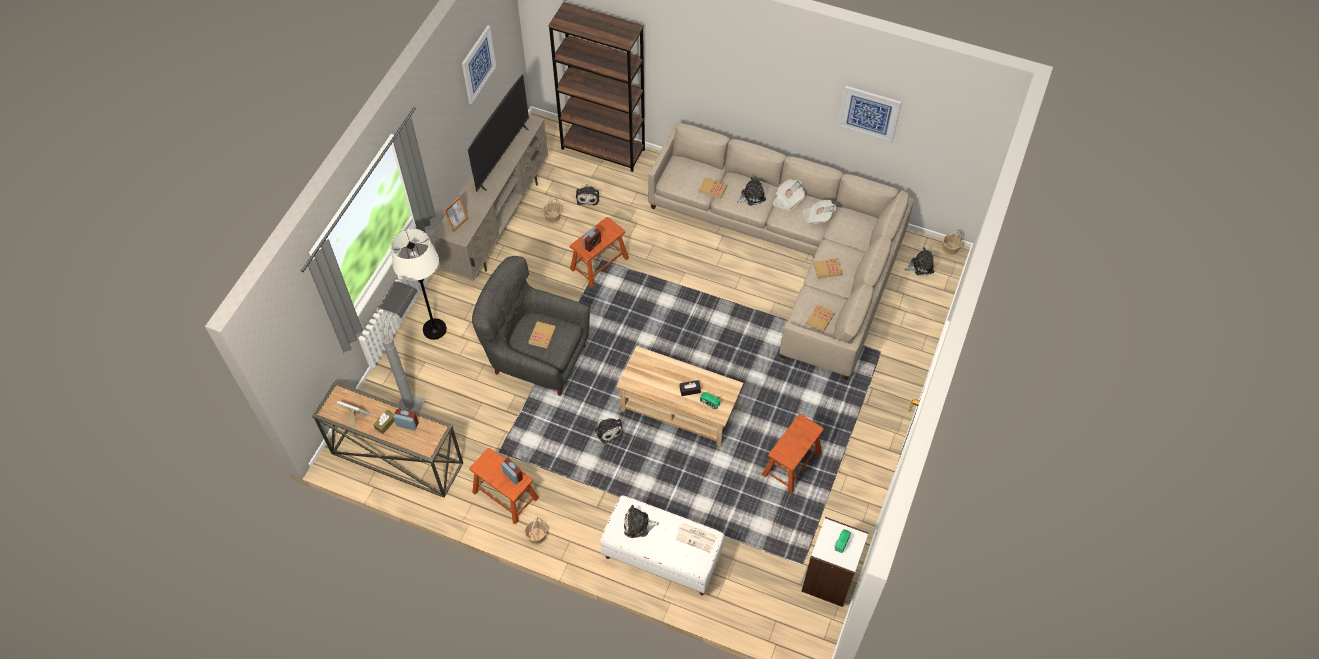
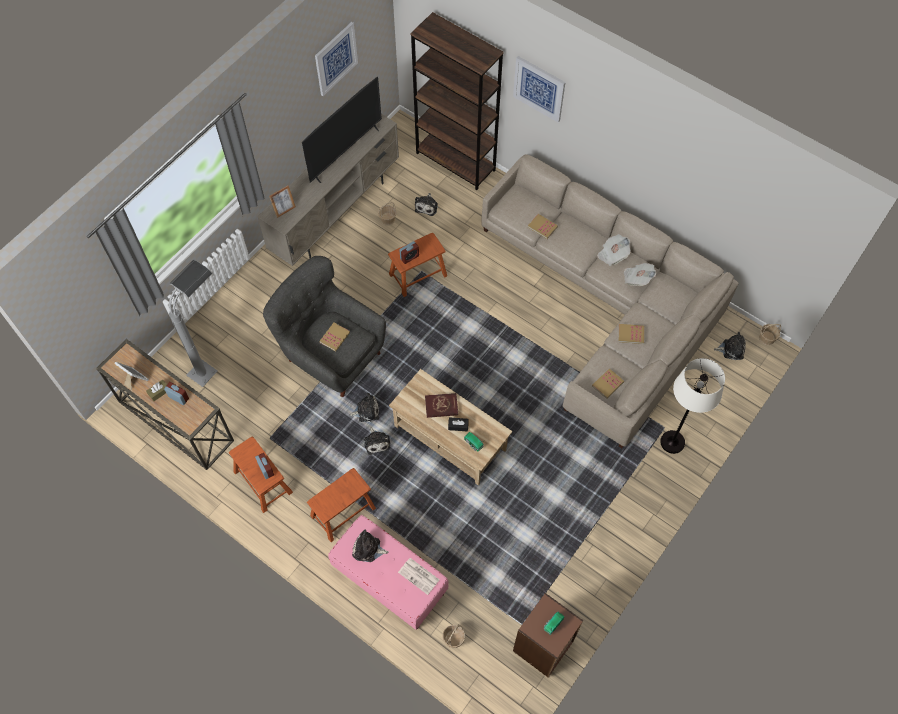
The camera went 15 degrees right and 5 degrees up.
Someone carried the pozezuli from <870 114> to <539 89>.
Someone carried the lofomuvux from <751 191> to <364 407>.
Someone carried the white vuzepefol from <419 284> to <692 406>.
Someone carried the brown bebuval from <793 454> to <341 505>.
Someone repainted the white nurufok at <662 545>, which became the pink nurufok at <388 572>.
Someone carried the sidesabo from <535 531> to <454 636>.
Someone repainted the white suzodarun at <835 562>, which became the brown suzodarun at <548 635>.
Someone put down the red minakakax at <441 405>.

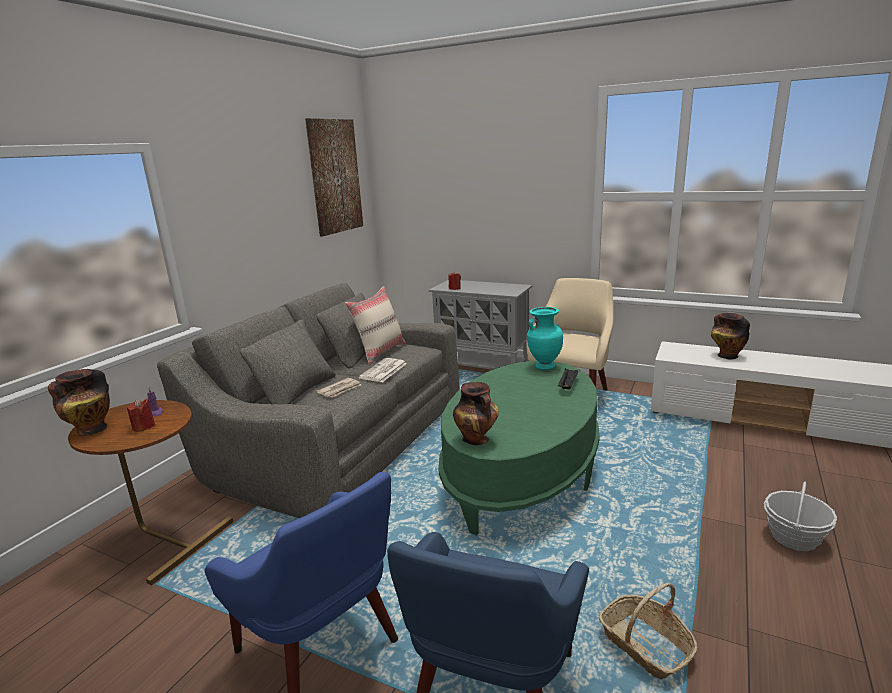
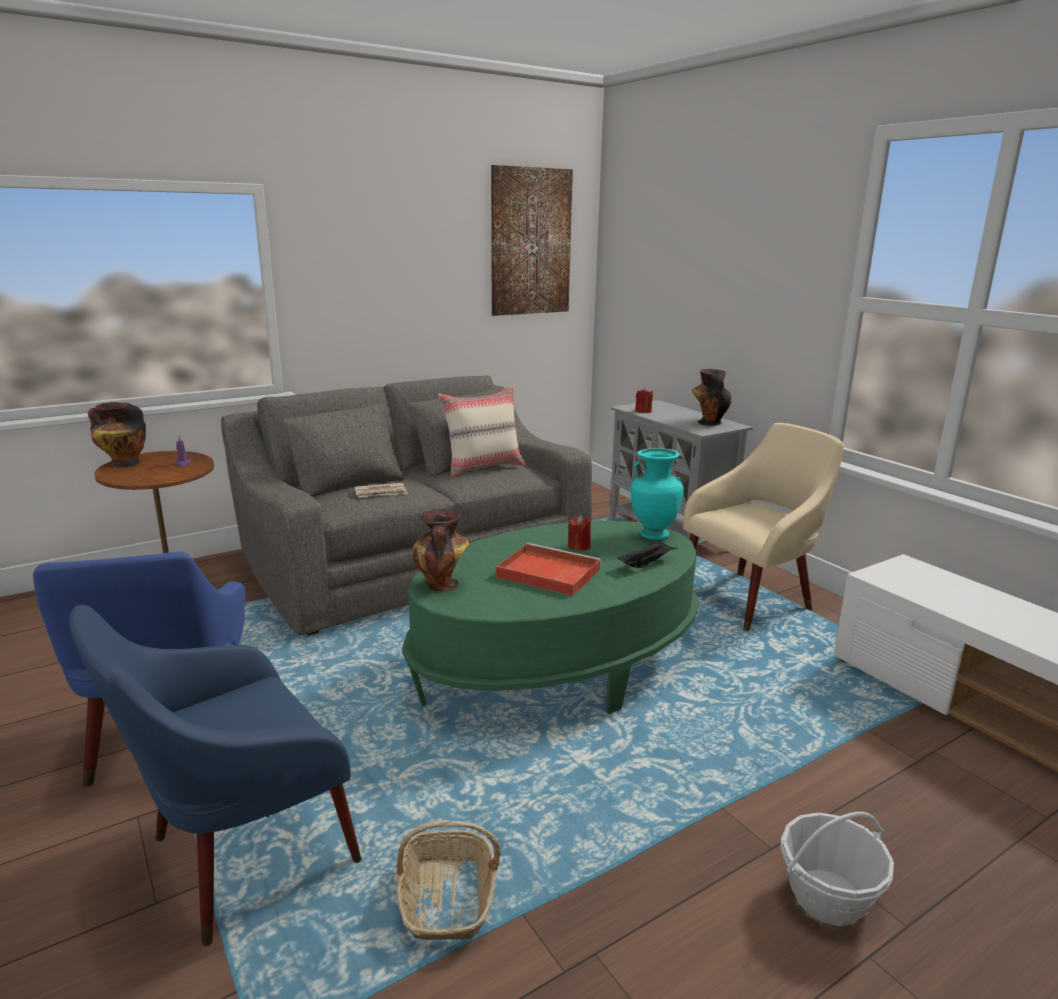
The camera went 30 degrees right and 0 degrees up.
Someone carried the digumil from <730 336> to <711 397>.
Someone took away the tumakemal at <383 370>.
Someone carried the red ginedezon from <141 415> to <579 533>.
Someone put down the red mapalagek at <548 569>.

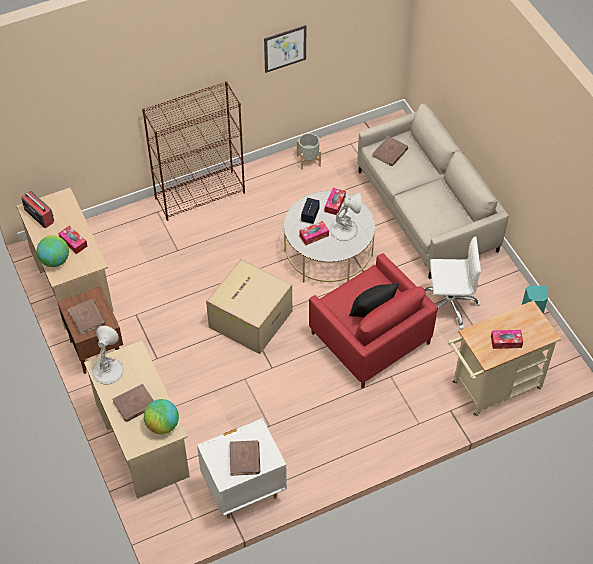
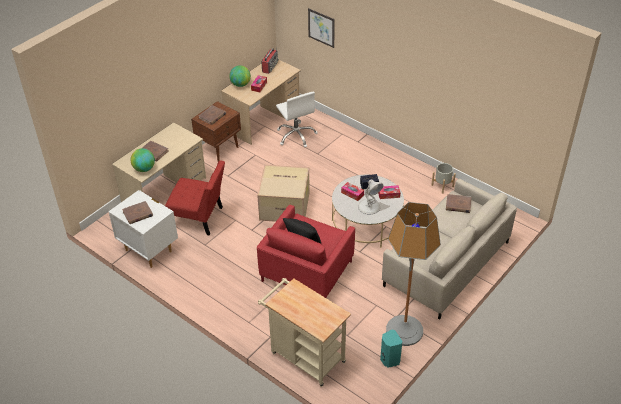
The camera went 65 degrees right and 10 degrees down.
Someone carried the pozezuli from <285 49> to <321 28>.
Someone took away the brown suzodarun at <193 151>.
Someone carried the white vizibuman from <452 282> to <297 120>.
Someone took away the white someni at <107 355>.
Someone took away the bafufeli at <507 339>.
Someone put down the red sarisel at <195 197>.
Someone put down the vuzepefol at <413 274>.

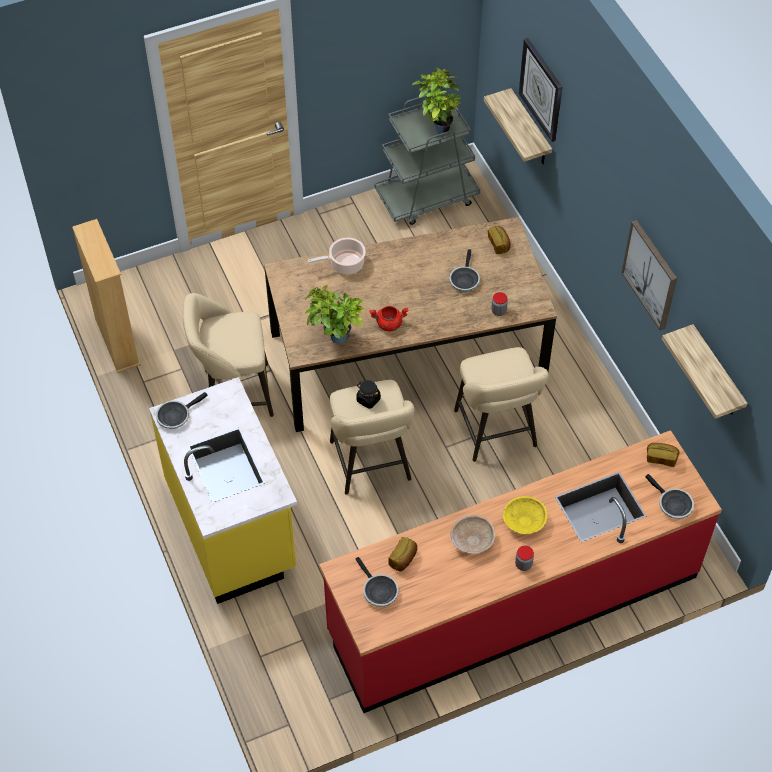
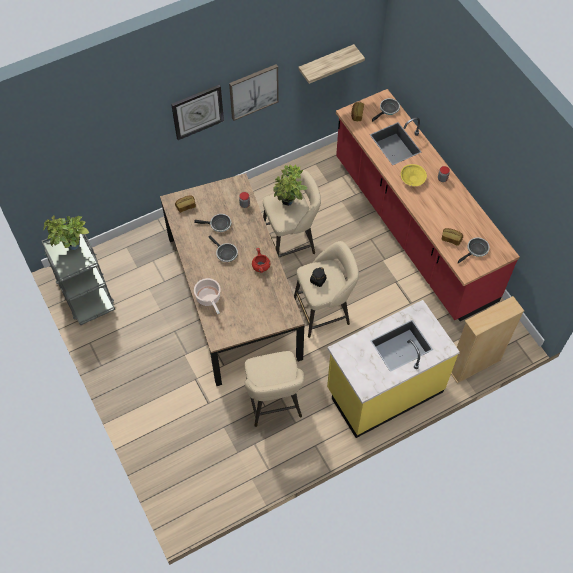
The camera went 95 degrees left and 5 degrees up.
Someone carried the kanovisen from <540 90> to <197 112>.
Someone took away the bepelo at <518 126>.
Someone carried the beige suzodarun from <106 296> to <487 339>.
Someone carried the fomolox from <335 314> to <290 185>.
Someone carried the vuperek from <182 410> to <223 249>.
Someone took away the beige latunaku at <473 534>.

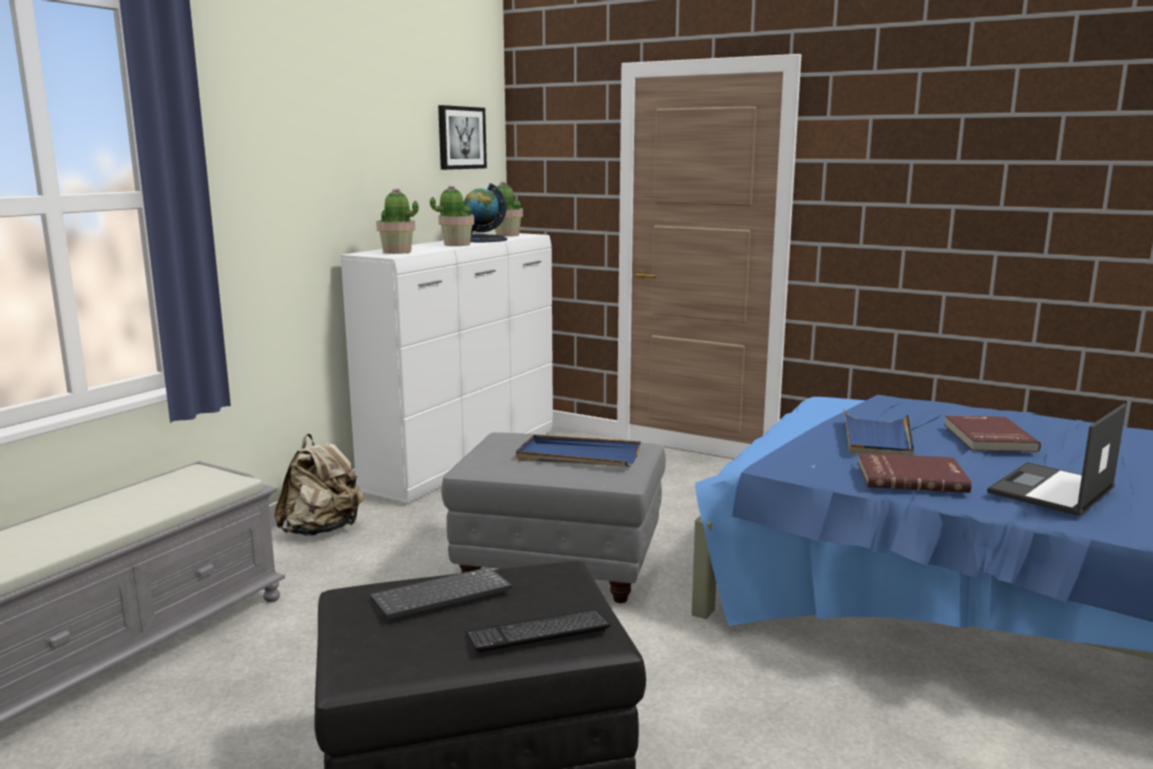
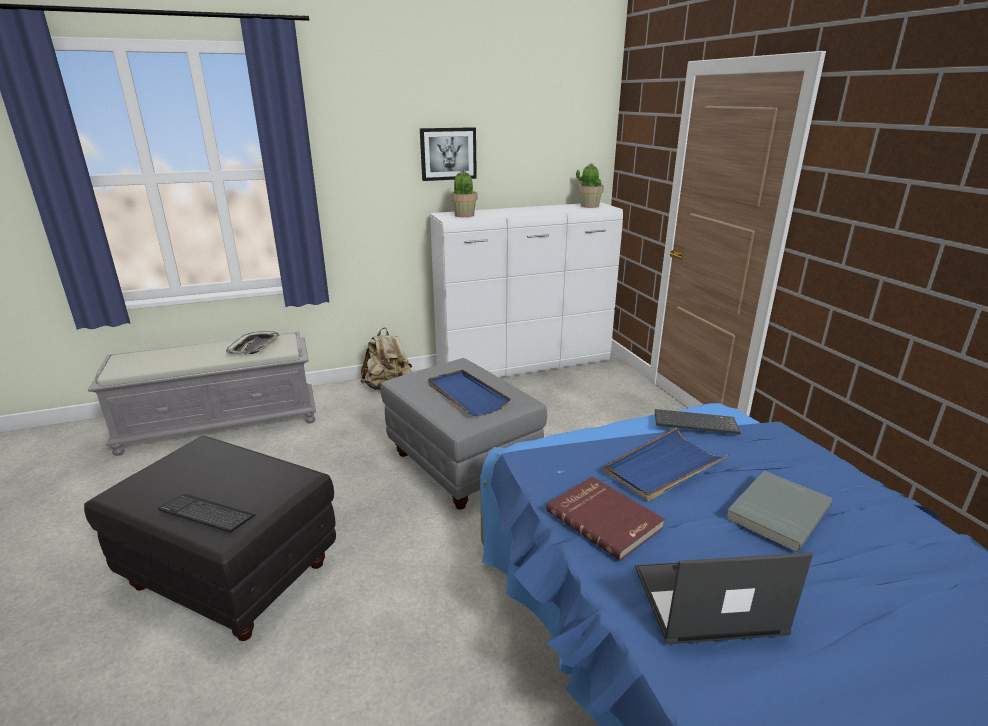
The camera went 40 degrees right and 10 degrees up.
Someone carried the pozezuli from <462 137> to <448 154>.
Someone took away the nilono at <485 212>.
Someone took away the fomolox at <452 216>.
Someone repainted the red minakakax at <992 433>, which became the grey minakakax at <779 511>.
Someone carried the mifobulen from <441 593> to <698 421>.
Someone put down the mapalagek at <252 342>.

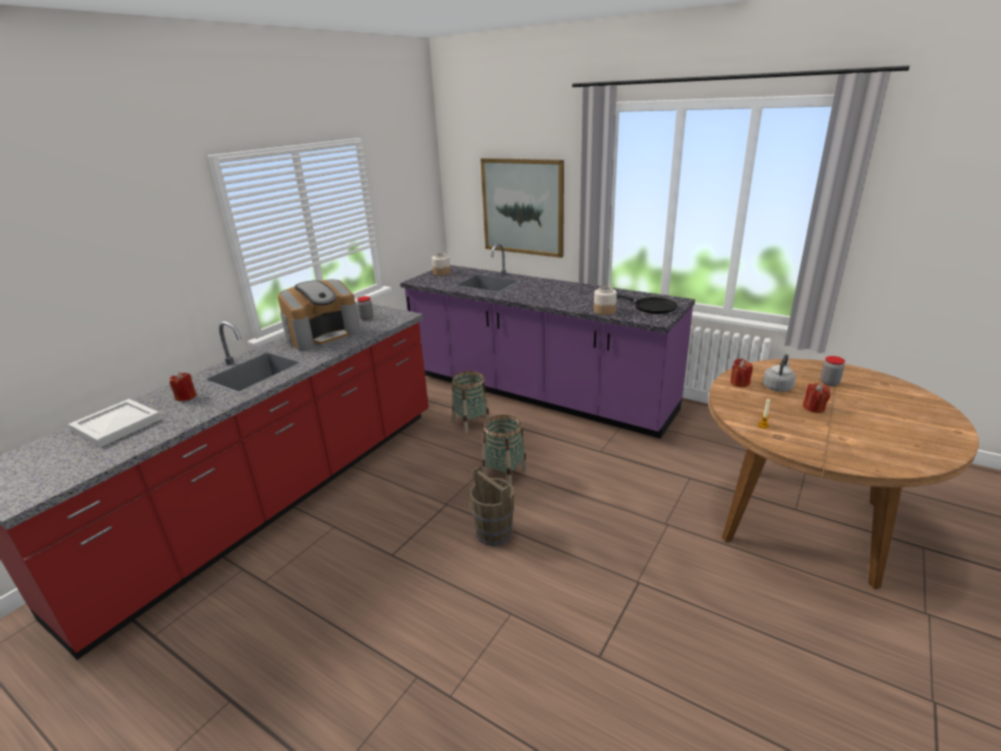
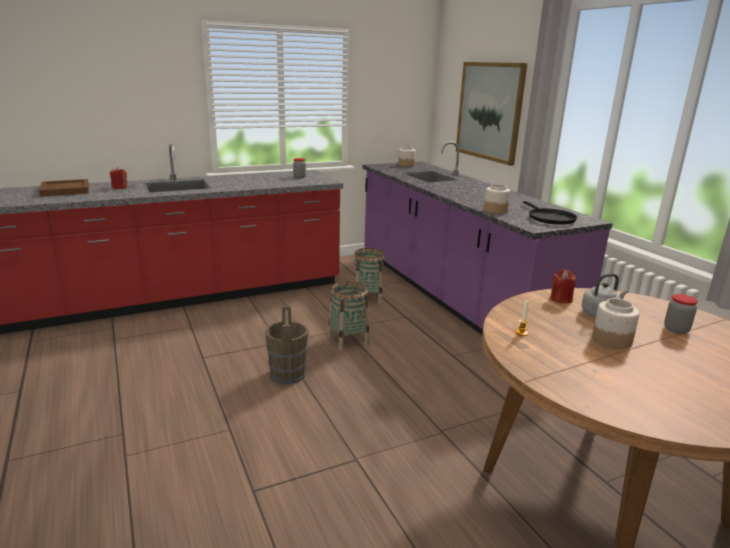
The camera went 30 degrees right and 5 degrees down.
Someone took away the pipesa at <319 314>.
Someone swapped the red ginedezon at <816 398> for the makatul at <616 323>.
Someone repainted the white mapalagek at <114 423>, which became the brown mapalagek at <64 188>.

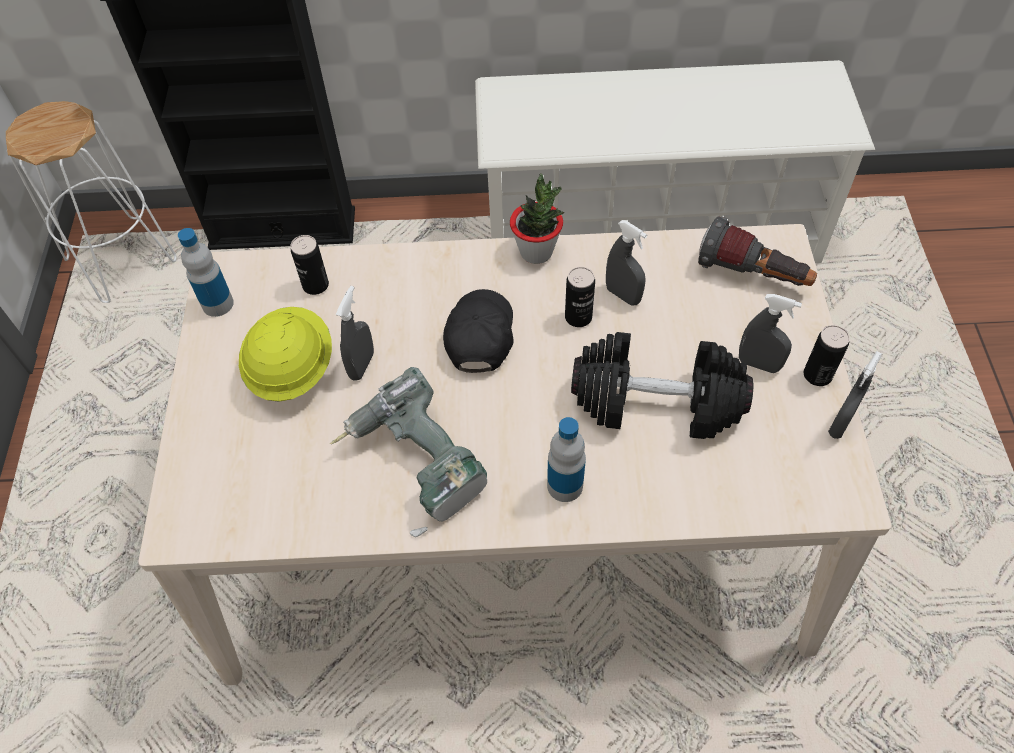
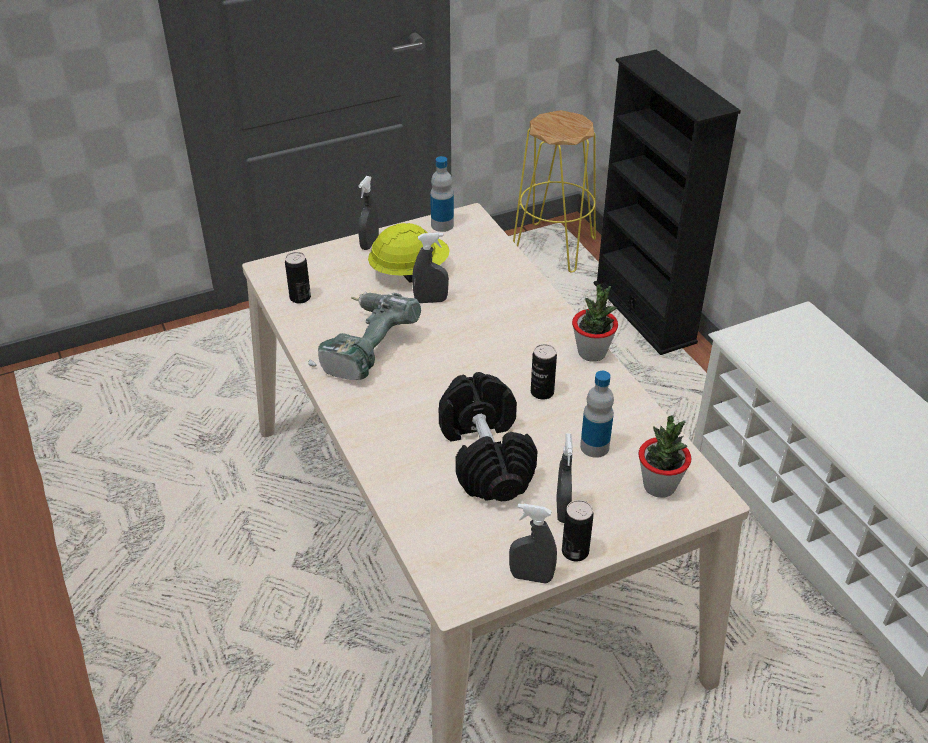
The camera went 65 degrees right and 15 degrees down.
Someone repainted the white bebuval at <91 202>, which became the yellow bebuval at <554 191>.
Someone swapped the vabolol at <757 251> for the fomolox at <664 457>.
Someone carried the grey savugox from <626 263> to <368 213>.
Someone carried the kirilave from <309 265> to <298 277>.
Someone took away the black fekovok at <478 331>.
Someone carried the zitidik from <566 459> to <597 414>.

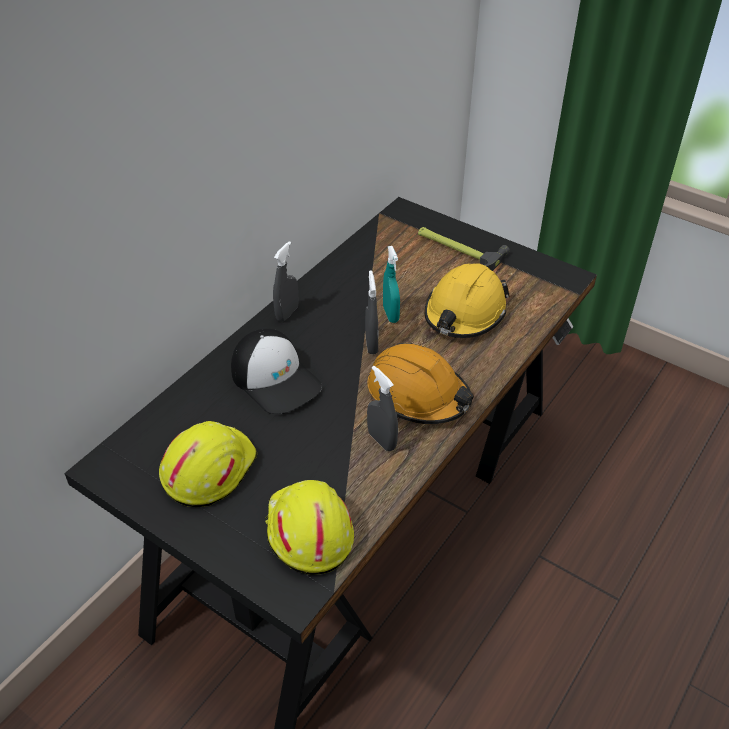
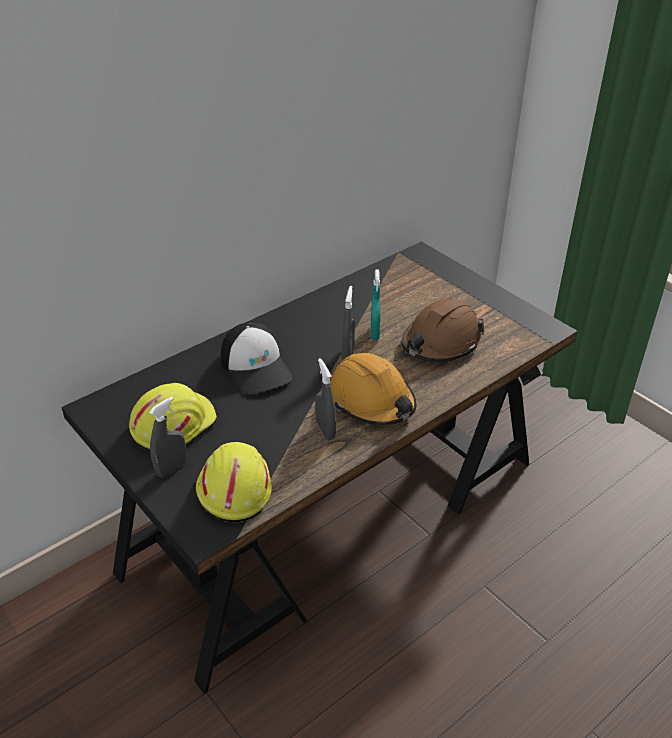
The camera went 15 degrees right and 5 degrees down.
Someone took away the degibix at <464 249>.
Someone carried the grey savugox from <286 281> to <167 437>.
Someone repainted the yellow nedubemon at <467 301>, which became the brown nedubemon at <442 330>.

